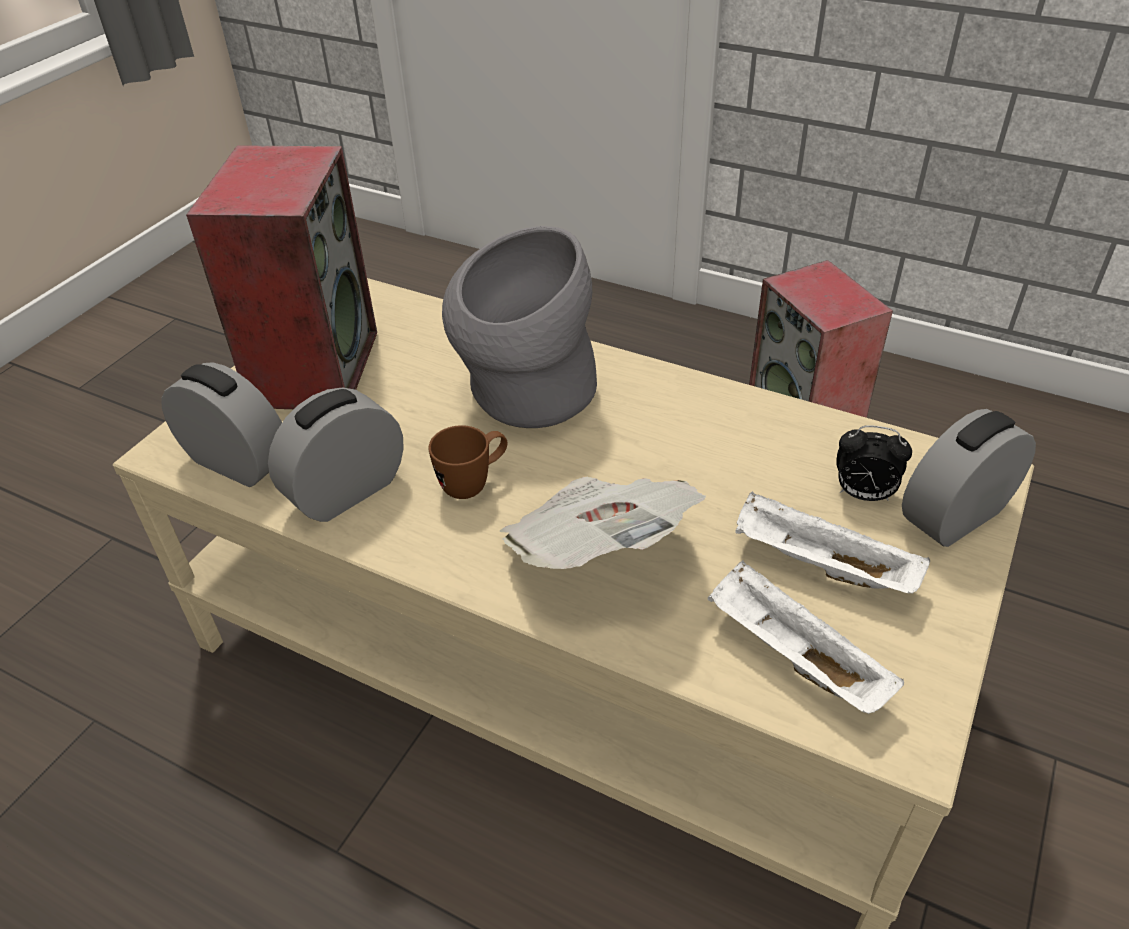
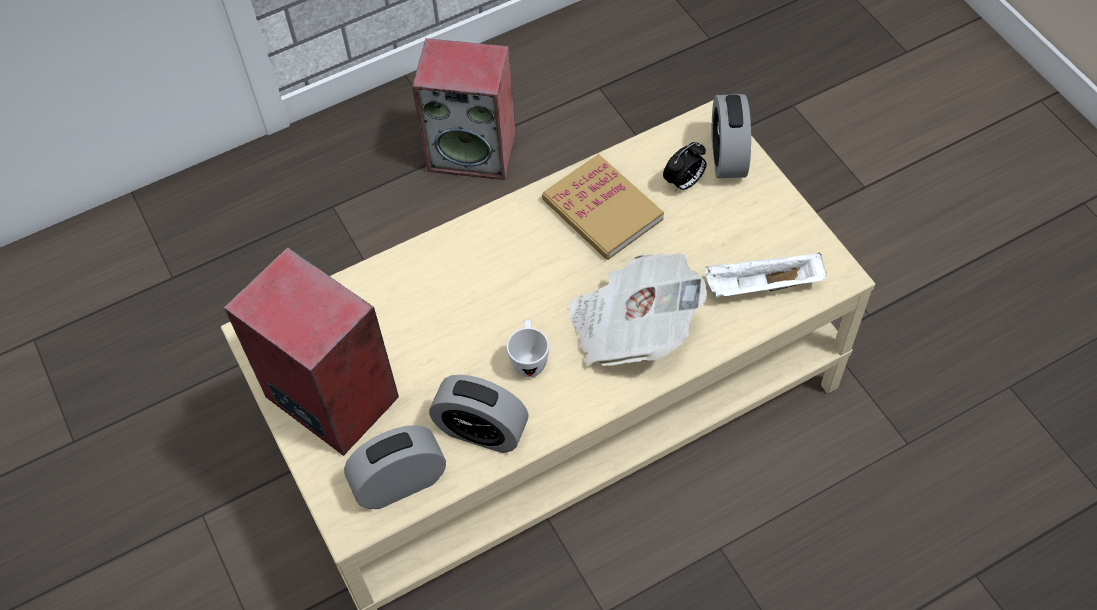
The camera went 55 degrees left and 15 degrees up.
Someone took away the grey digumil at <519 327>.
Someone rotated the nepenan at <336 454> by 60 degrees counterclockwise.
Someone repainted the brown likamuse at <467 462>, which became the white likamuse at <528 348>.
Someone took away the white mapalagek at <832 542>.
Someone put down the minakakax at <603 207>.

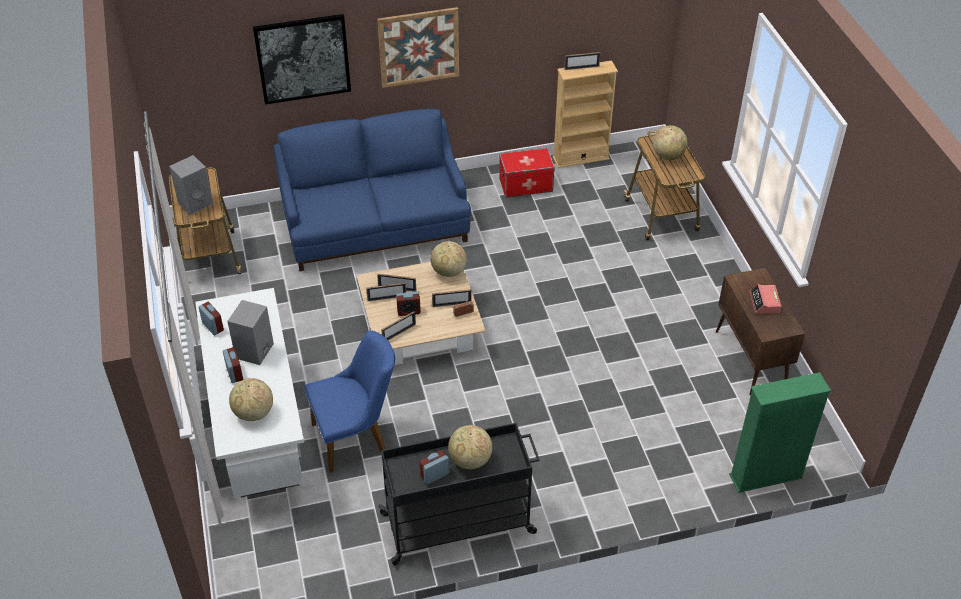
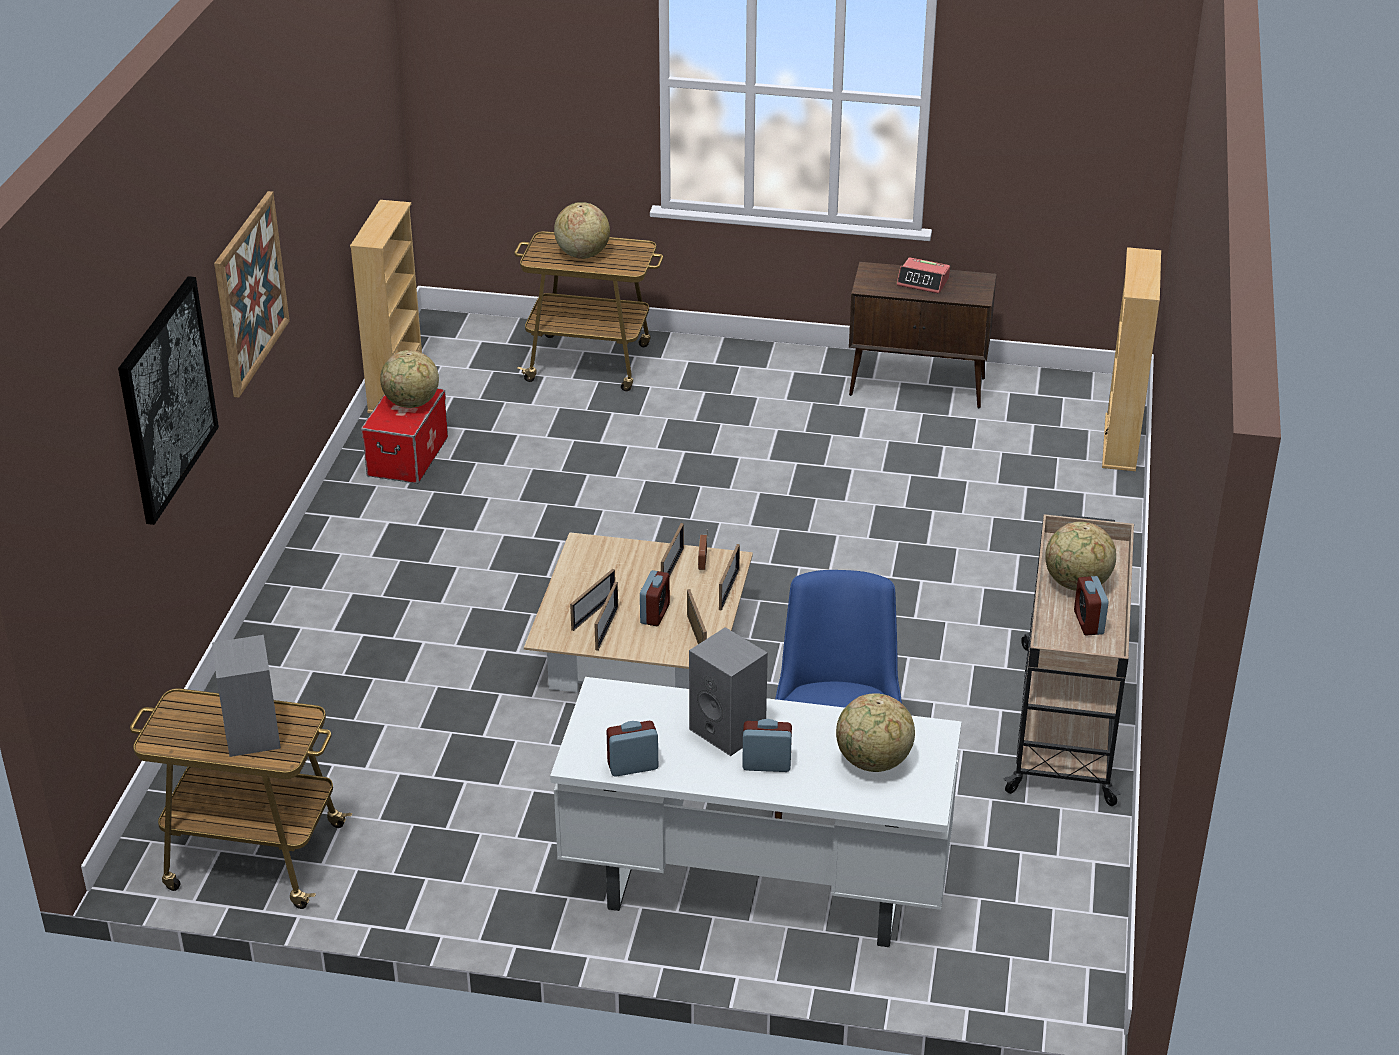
The camera went 65 degrees left and 10 degrees down.
Someone carried the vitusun from <582 61> to <729 577>.
Someone took away the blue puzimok at <372 190>.
Someone carried the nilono from <449 259> to <409 379>.
Someone repainted the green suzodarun at <780 432>, which became the beige suzodarun at <1131 359>.
Someone repainted the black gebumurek at <459 494>, which became the beige gebumurek at <1069 660>.

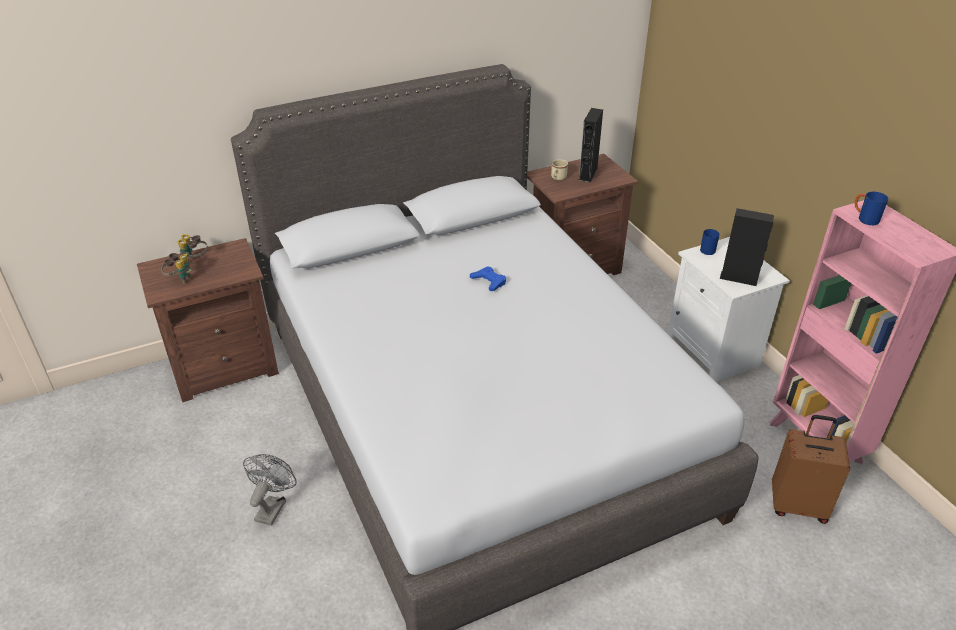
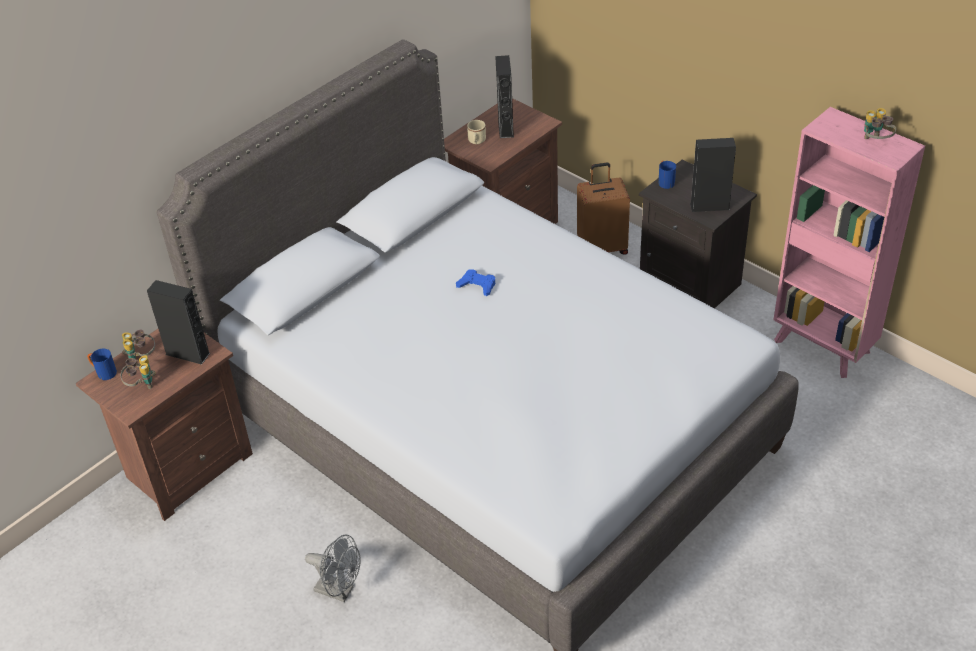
The camera went 20 degrees left and 5 degrees up.
Someone carried the blue likamuse from <871 208> to <102 364>.
Someone repainted the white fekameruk at <729 309>, which became the black fekameruk at <698 234>.
Someone carried the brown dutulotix from <811 469> to <603 209>.
Someone rotated the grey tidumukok at <270 490> by 120 degrees clockwise.
Someone put down the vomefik at <880 123>.
Someone put down the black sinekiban at <178 322>.

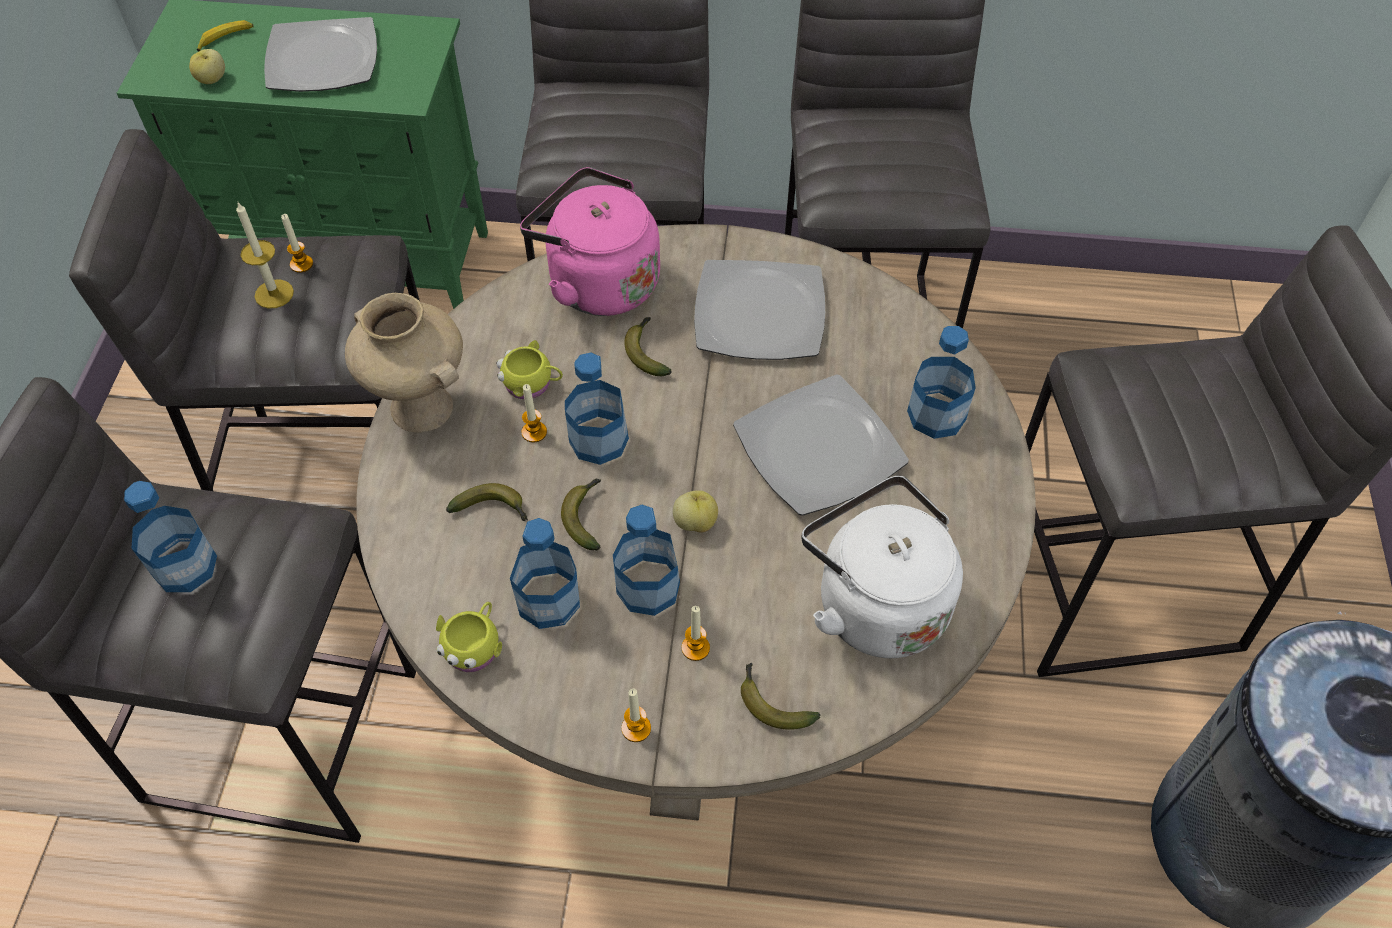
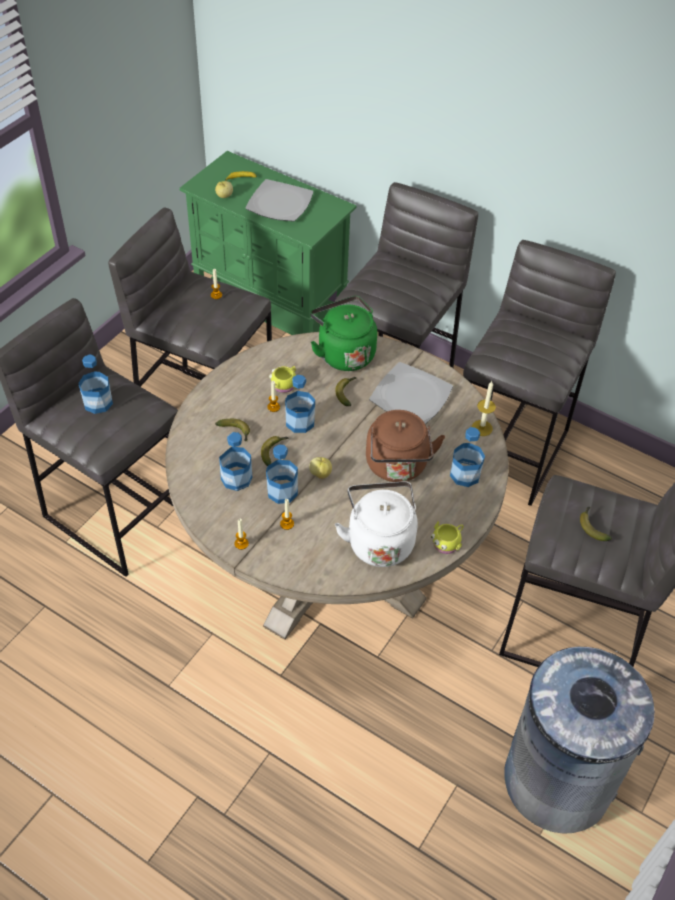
The camera went 25 degrees right and 5 degrees down.
Someone repainted the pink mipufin at <590 241>, which became the green mipufin at <343 333>.
Someone carried the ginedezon from <265 256> to <484 408>.
Someone took away the beige digumil at <404 362>.
Someone swapped the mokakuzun at <821 445> for the brown mipufin at <405 446>.
Someone carried the yellow likamuse from <469 637> to <447 537>.
Someone carried the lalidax from <780 696> to <596 524>.

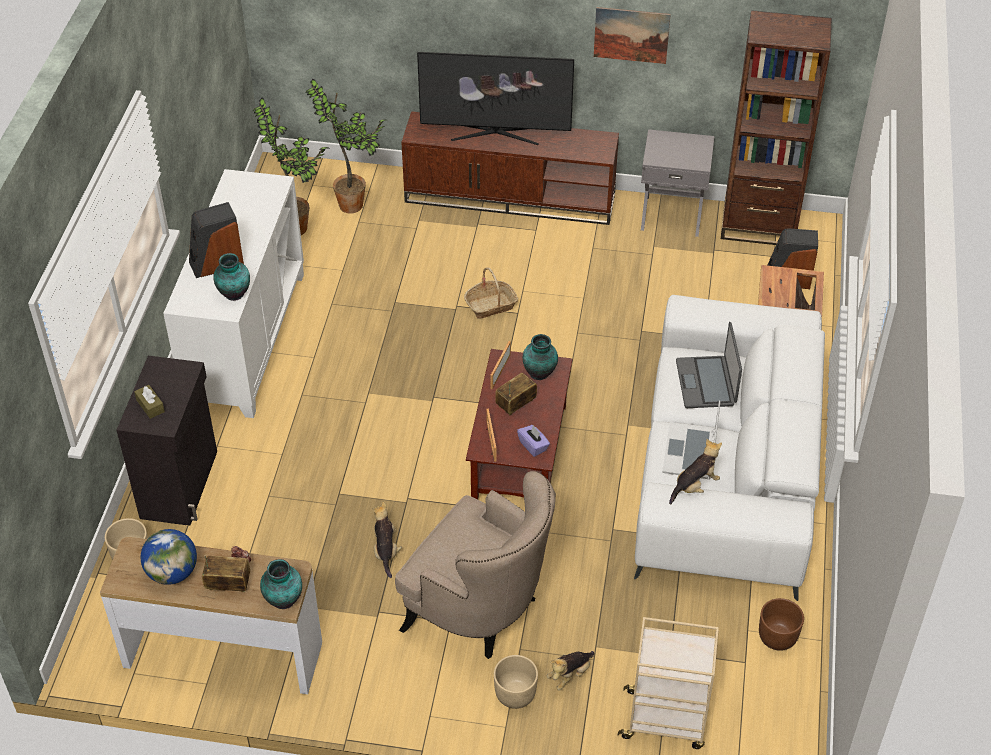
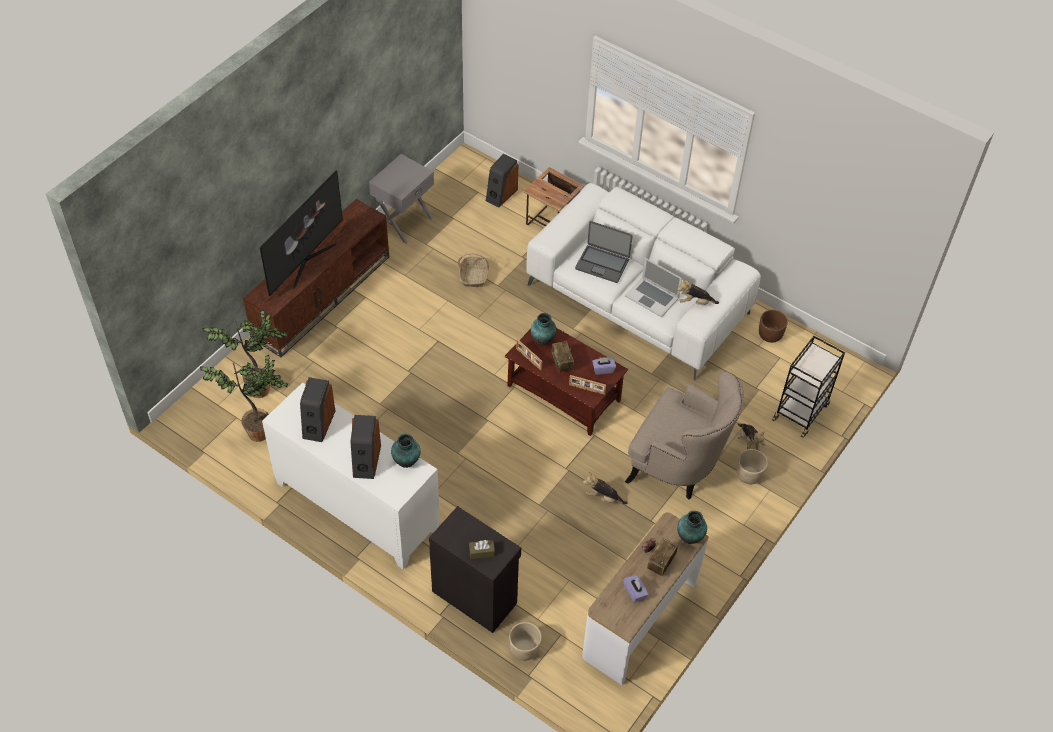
The camera went 65 degrees left and 5 degrees up.
Someone took away the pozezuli at <632 35>.
Someone took away the brown suzodarun at <776 127>.
Someone carried the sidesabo from <491 293> to <473 270>.
Someone rotated the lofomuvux at <695 471> by 75 degrees counterclockwise.
Someone rotated the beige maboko at <475 565> by 60 degrees clockwise.
Someone swapped the nilono at <169 557> for the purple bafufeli at <636 589>.
Someone repainted the beige gebumurek at <668 683>, which became the black gebumurek at <808 387>.
Someone put down the sinekiban at <317 409>.

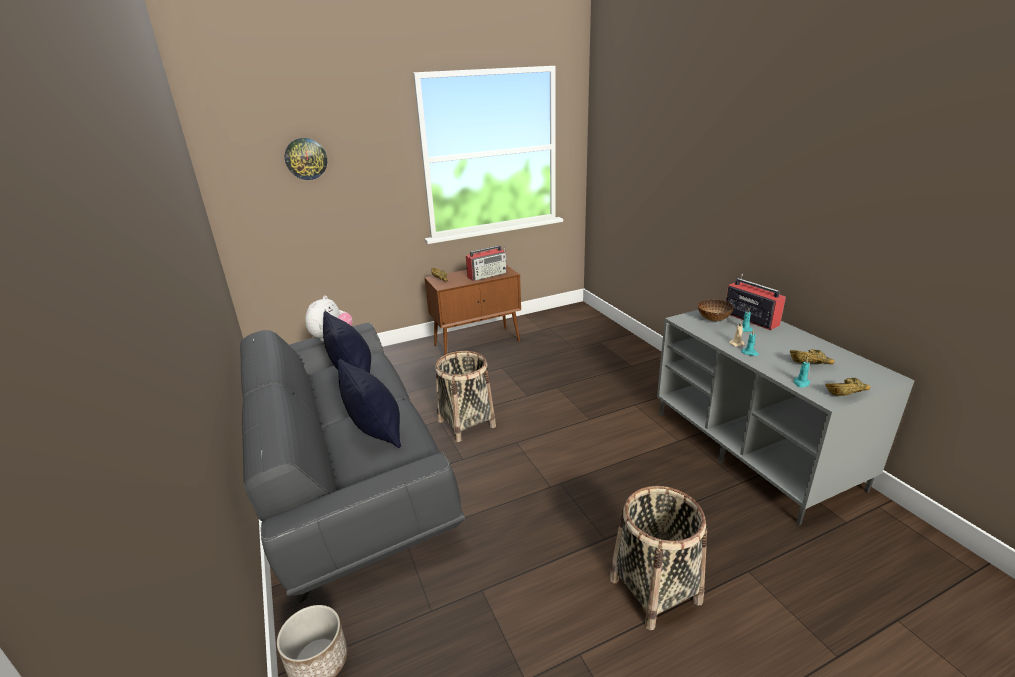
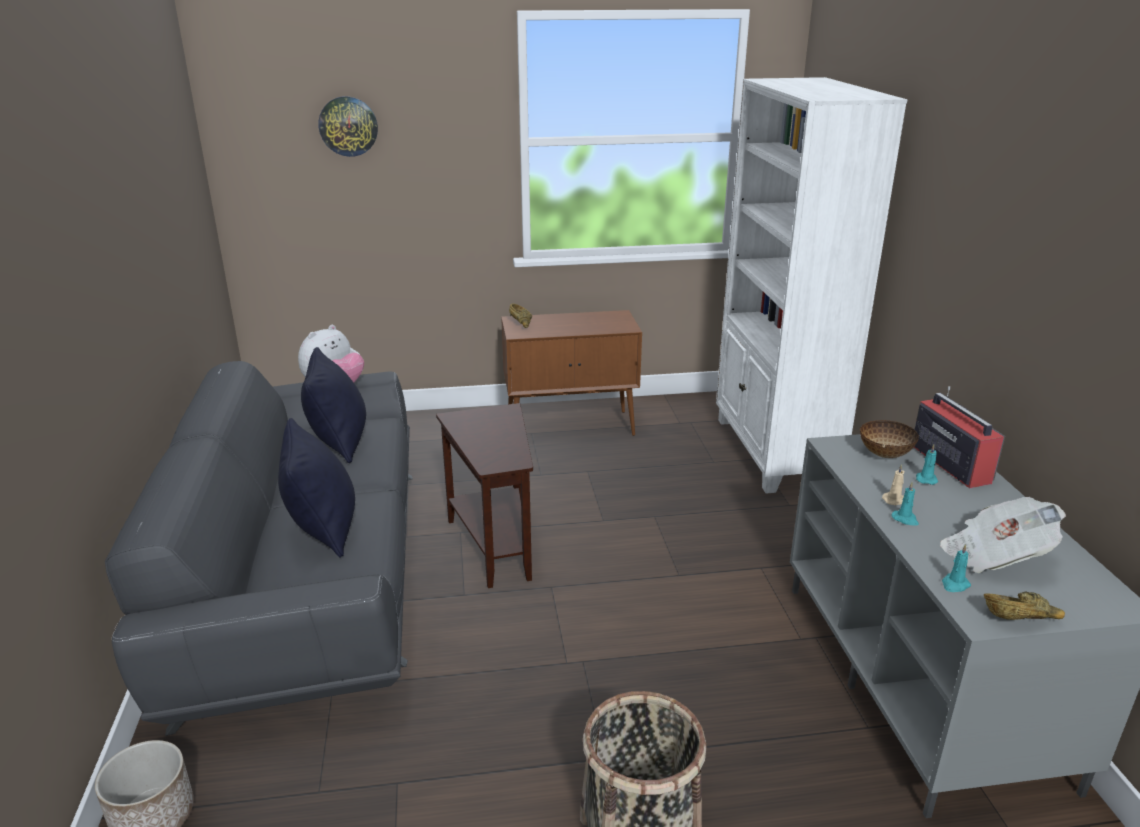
The camera went 15 degrees right and 0 degrees up.
Someone took away the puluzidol at <486 263>.
Someone swapped the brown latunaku at <812 356> for the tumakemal at <1003 535>.
Someone swapped the sidesabo at <465 396> for the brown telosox at <484 495>.
Someone put down the white suzodarun at <812 285>.

